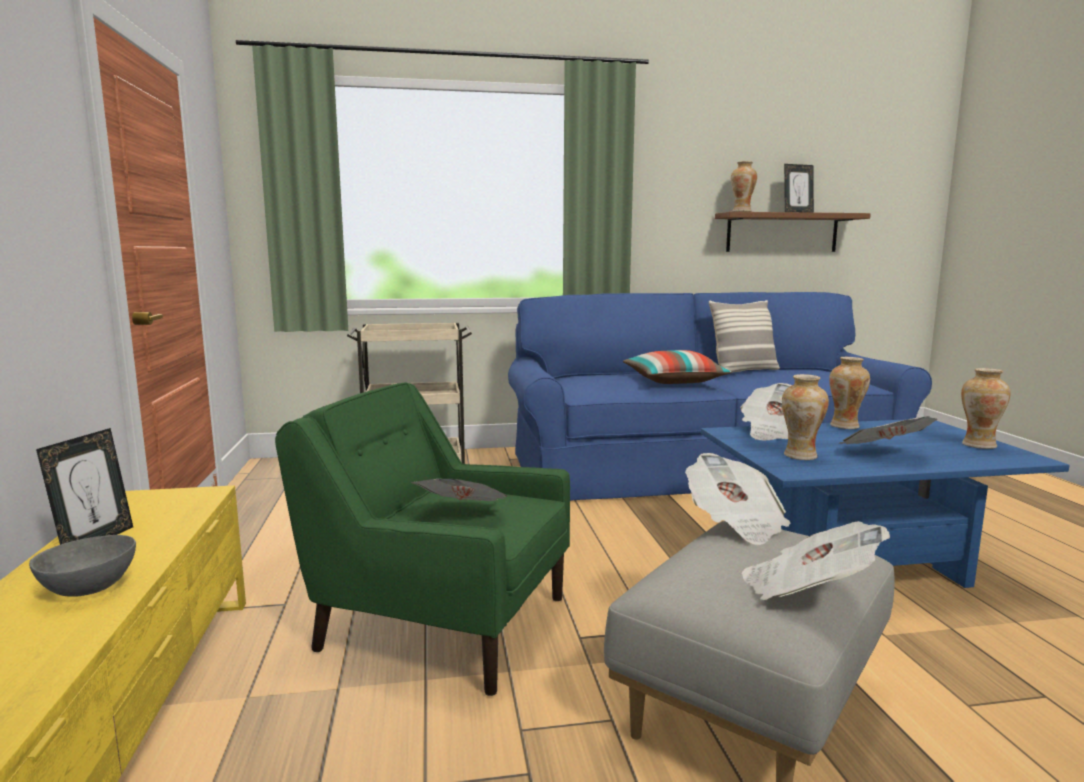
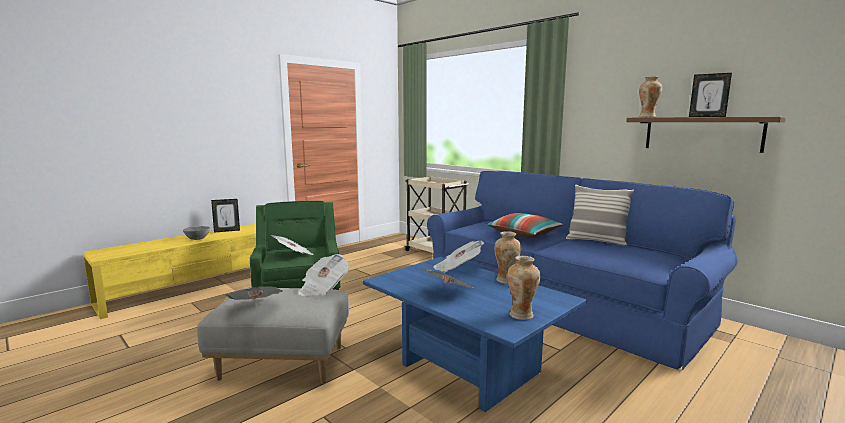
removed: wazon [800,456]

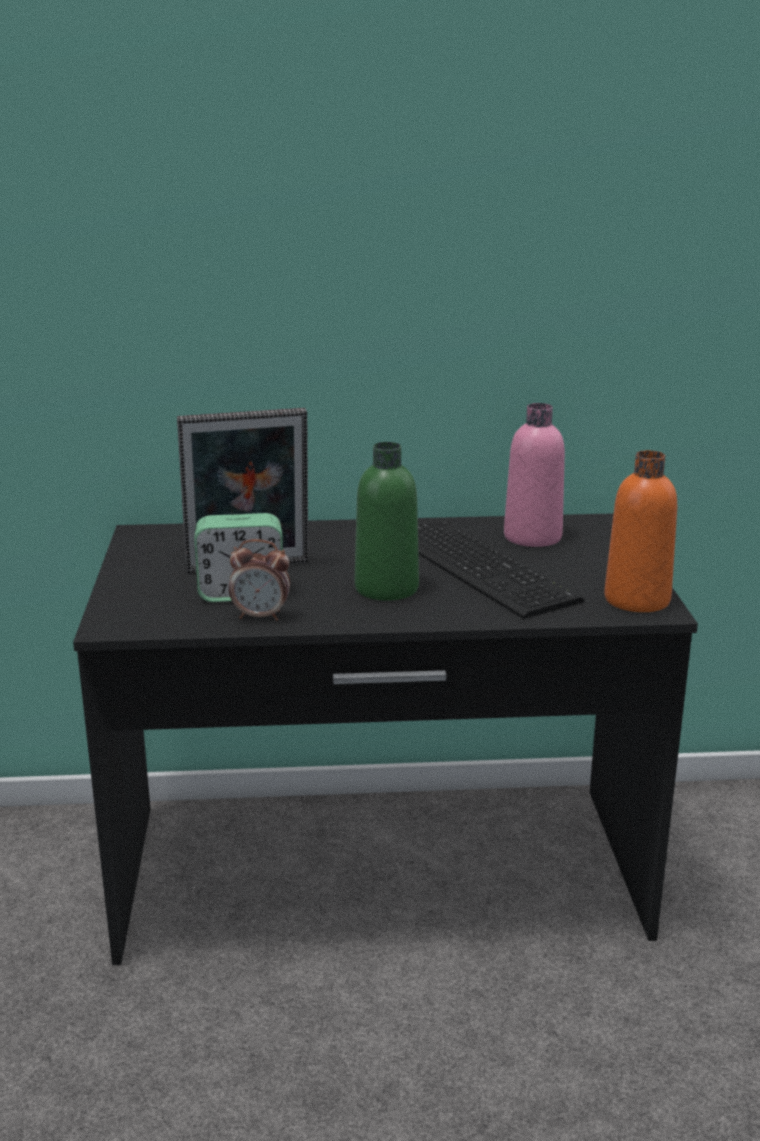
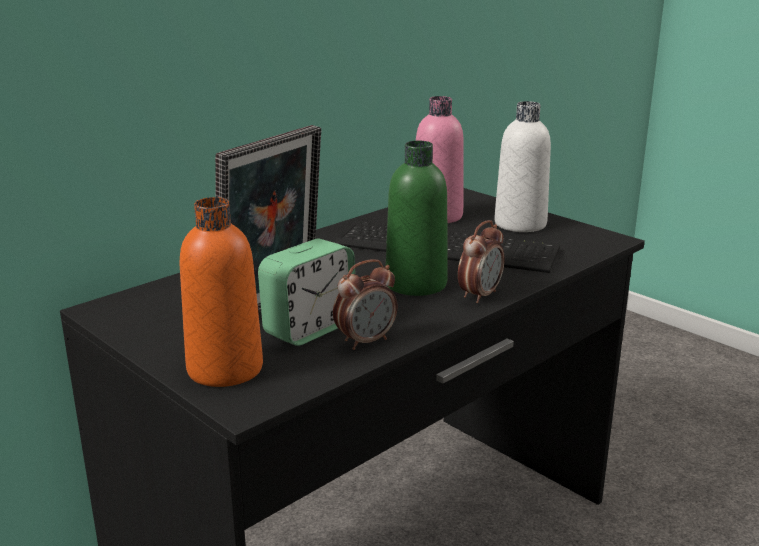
added: budzik [480,295]; butelka/biały [520,224]
moved: butelka/pomarańczowy [637,600] to [225,369]

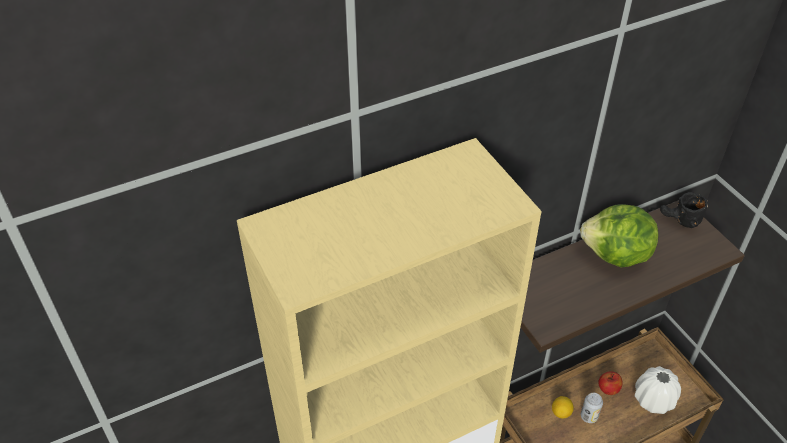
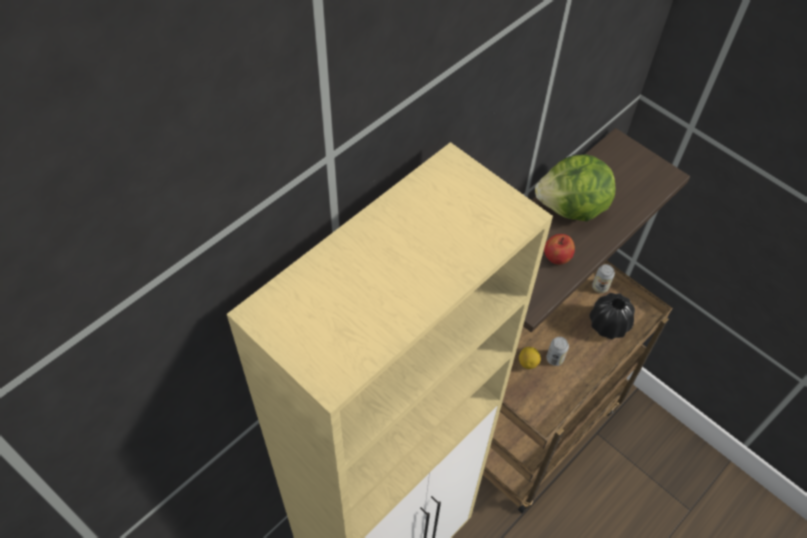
removed: kubek/czarny [679,221]
added: puszka [600,287]
moved: jabłko [608,389] to [556,258]
recoloured: wazon/biały [653,400] to wazon/czarny [608,325]

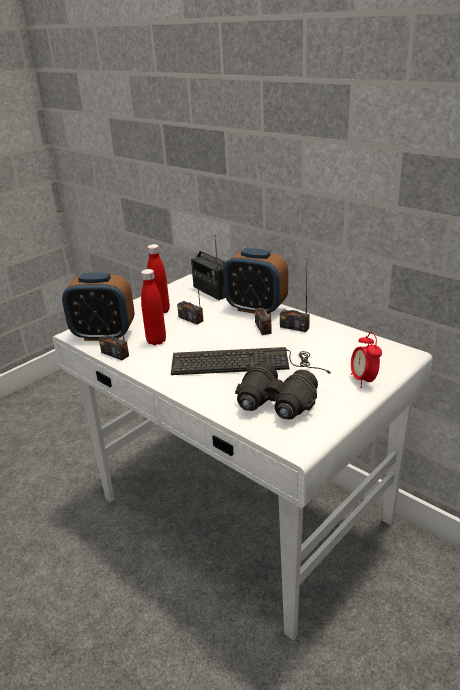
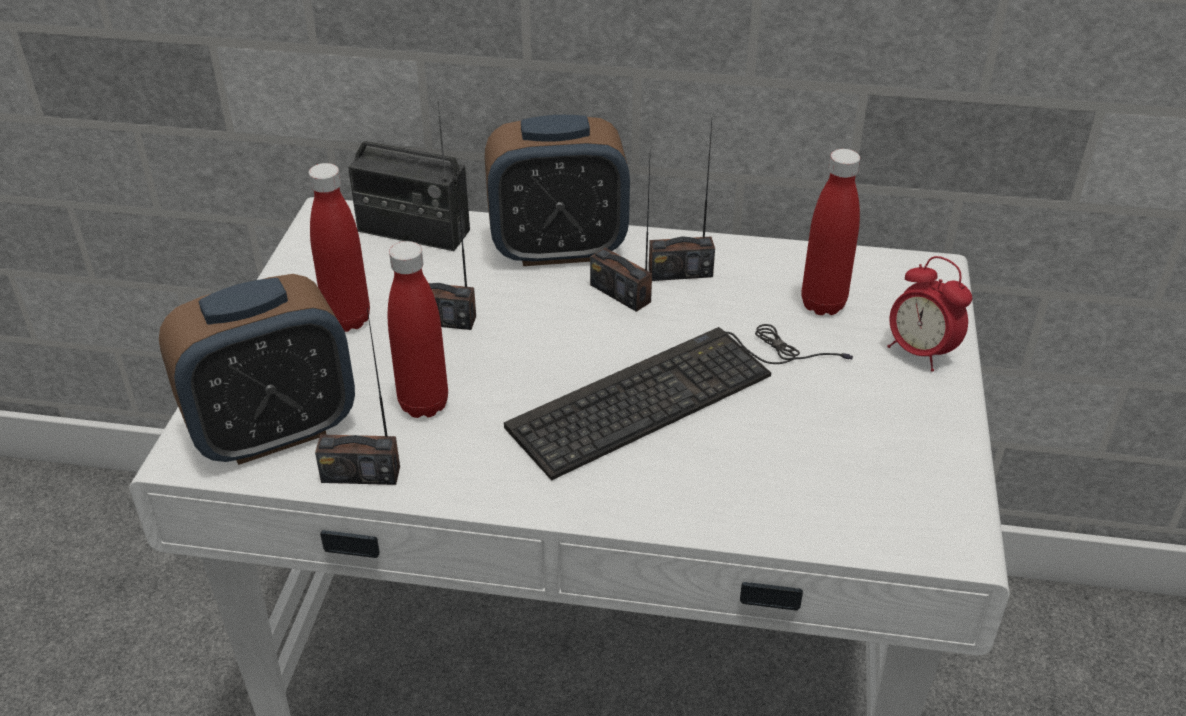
removed: lornetka/czarny [275,405]
added: butelka/czerwony [823,304]

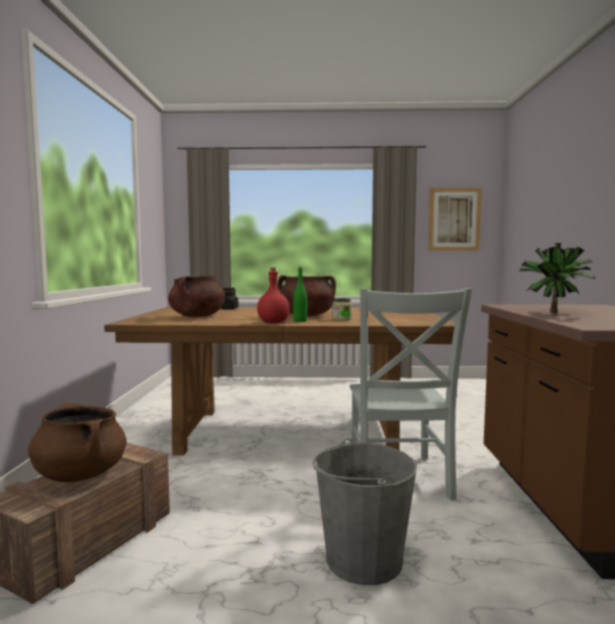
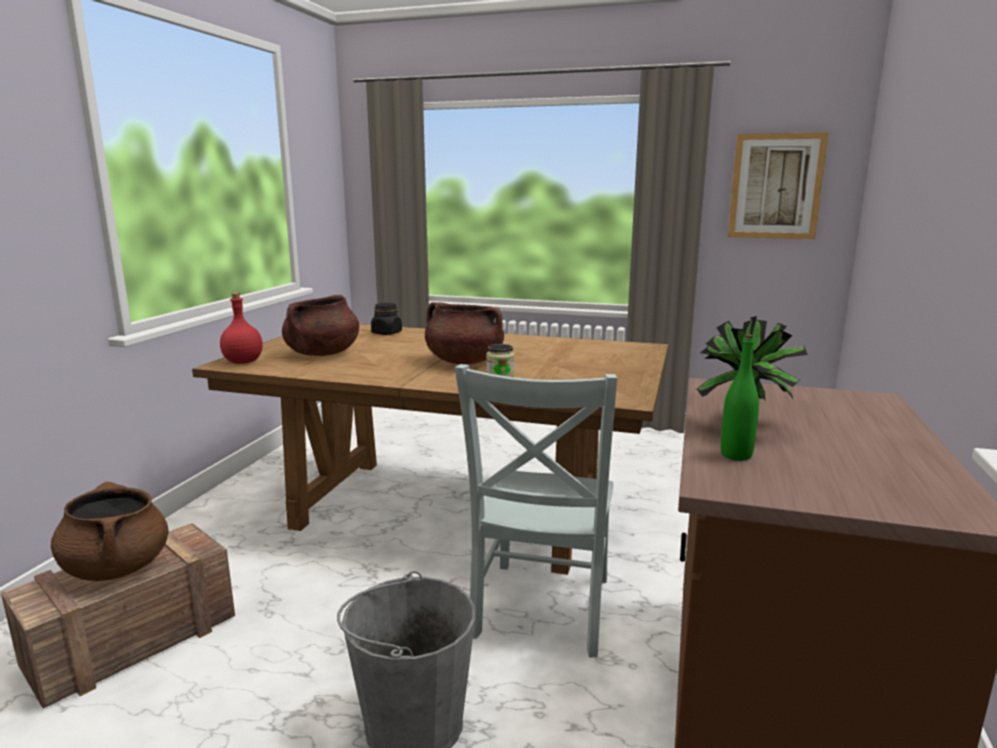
moved: butelka/czerwony [272,323] to [242,362]; butelka/zielony [300,321] to [736,455]

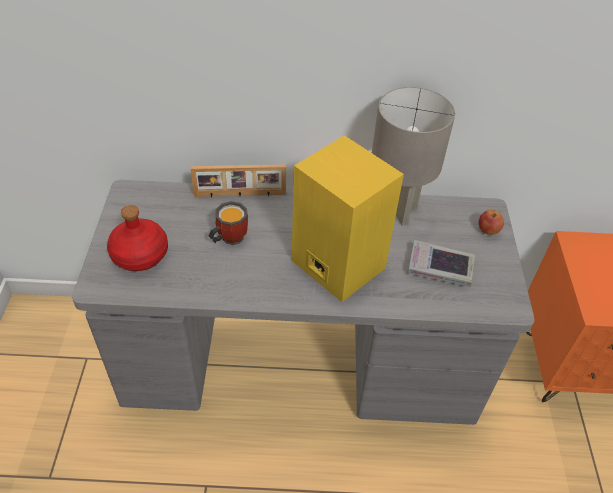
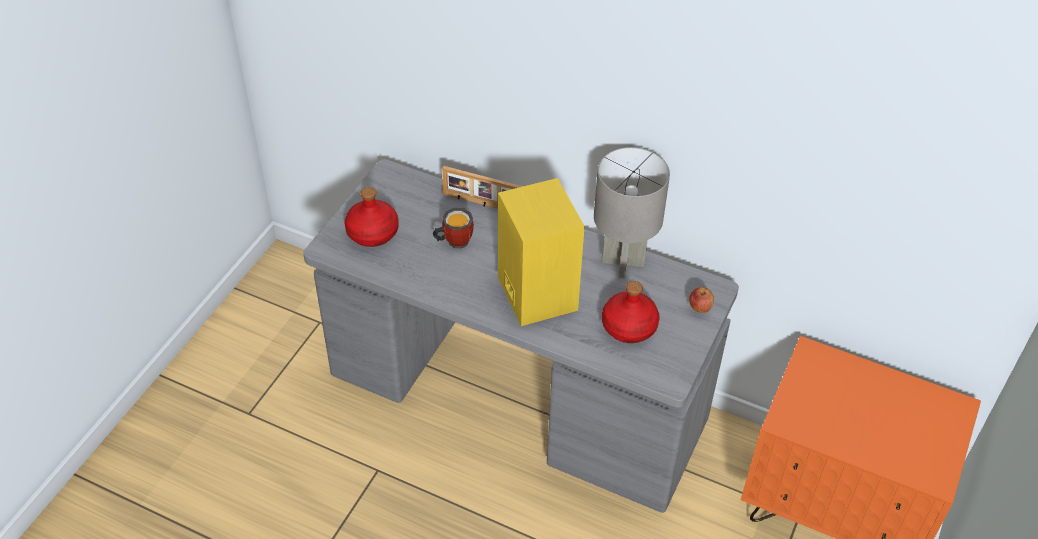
replaced: książka [440,267] to butelka/czerwony [629,326]

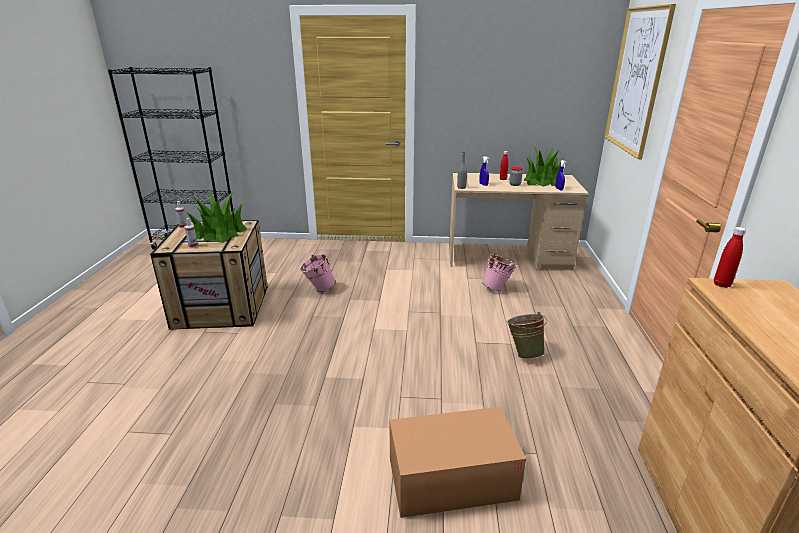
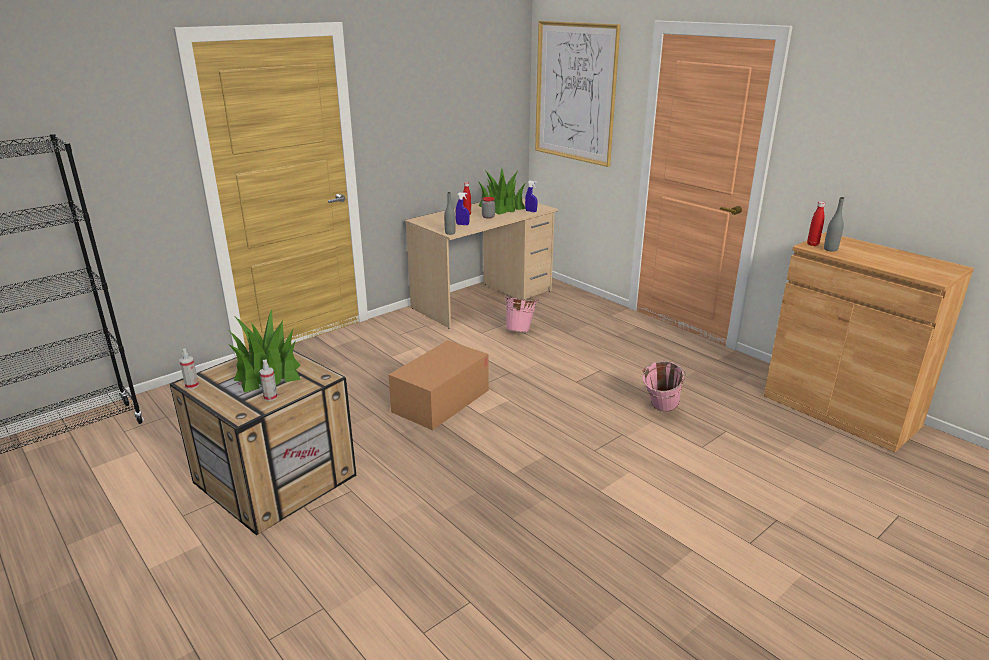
removed: wiadro/zielony [523,353]
added: butelka/szary [830,249]
moved: wiadro/różowy [318,289] to [660,410]; karton [451,479] to [441,401]

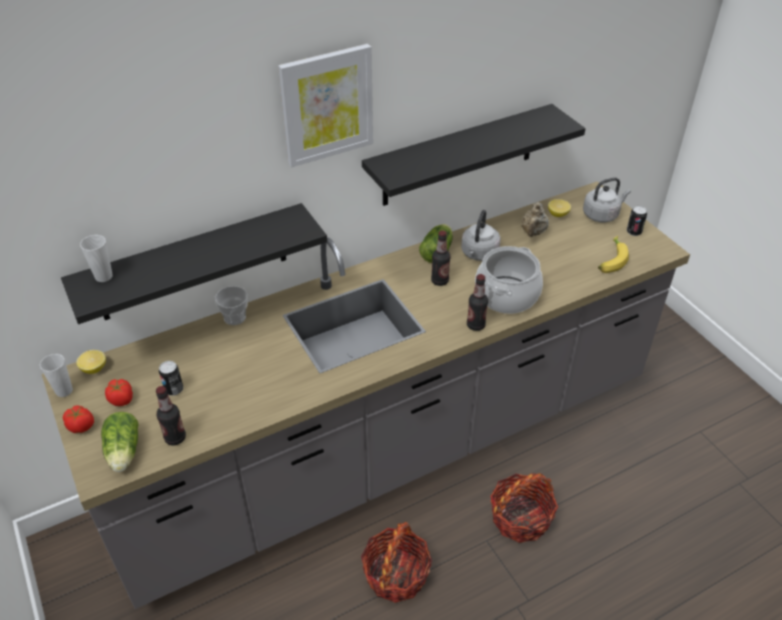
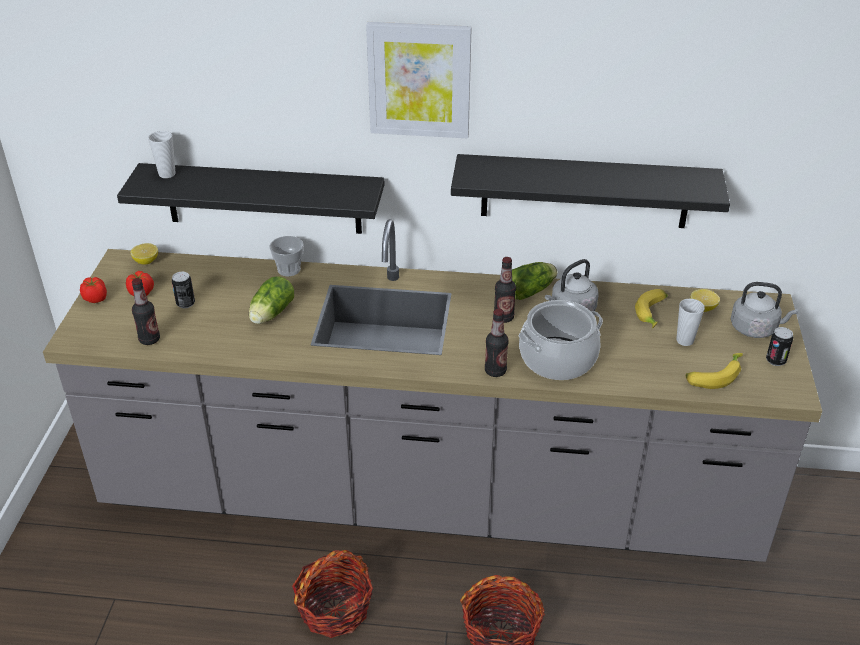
moved: filiżanka [64,391] to [684,340]; sałata [123,453] to [270,314]
replaced: imbryk/beżowy [533,232] to banan [653,314]

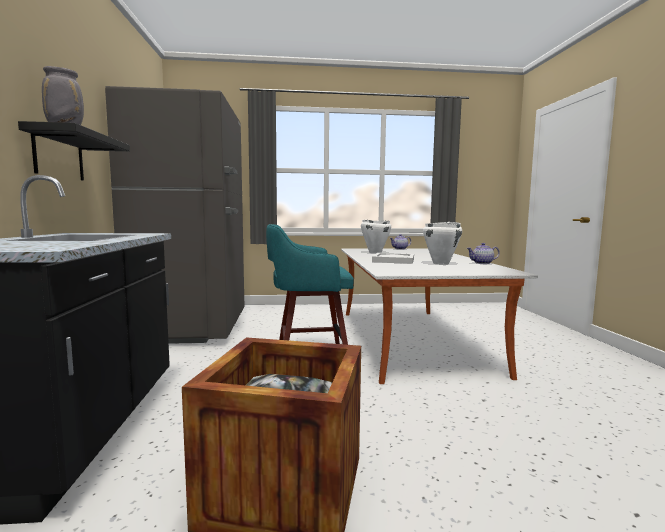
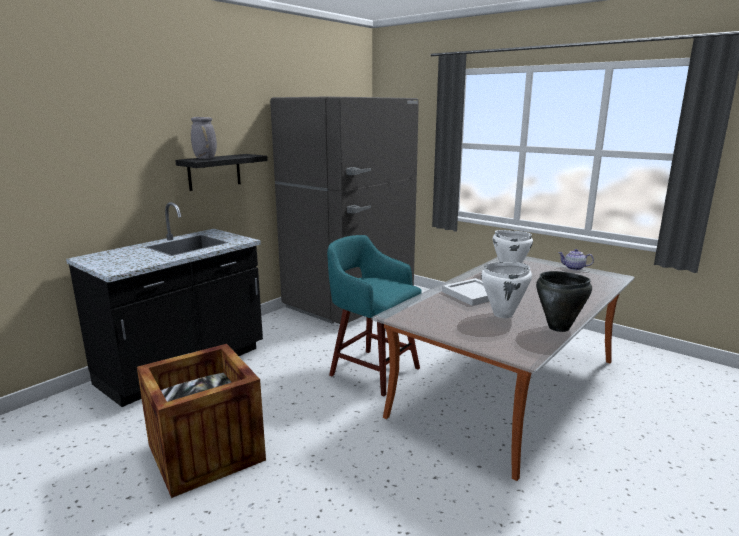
replaced: imbryk [482,263] to garnek/czarny [559,328]

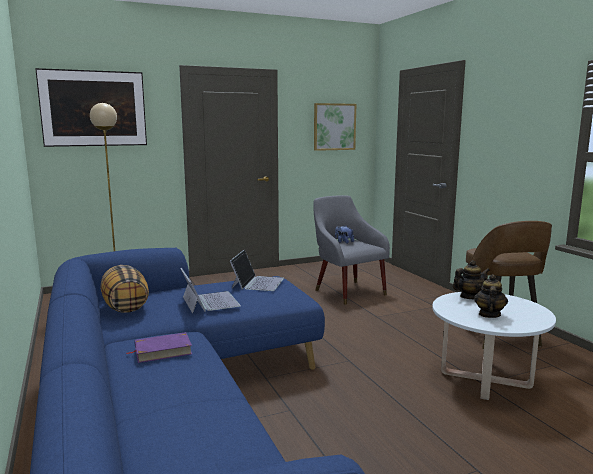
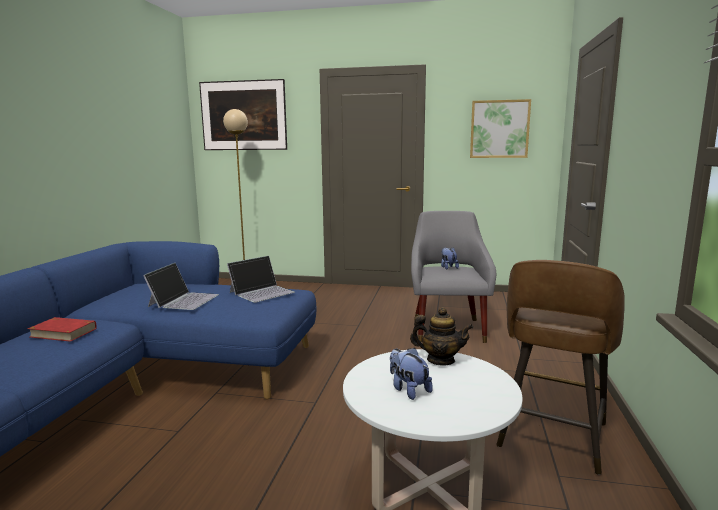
removed: poduszka [125,307]
replaced: imbryk [489,314] to pluszak [408,390]
recoloured: książka/fioletowy [163,351] to książka/czerwony [63,333]

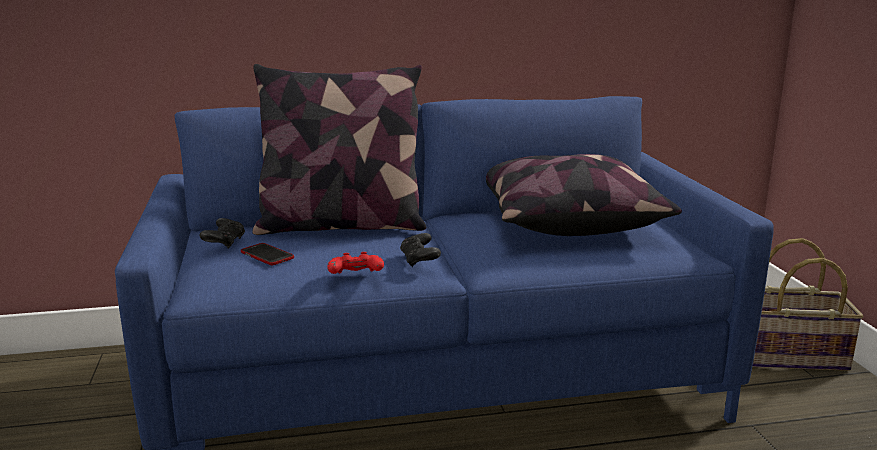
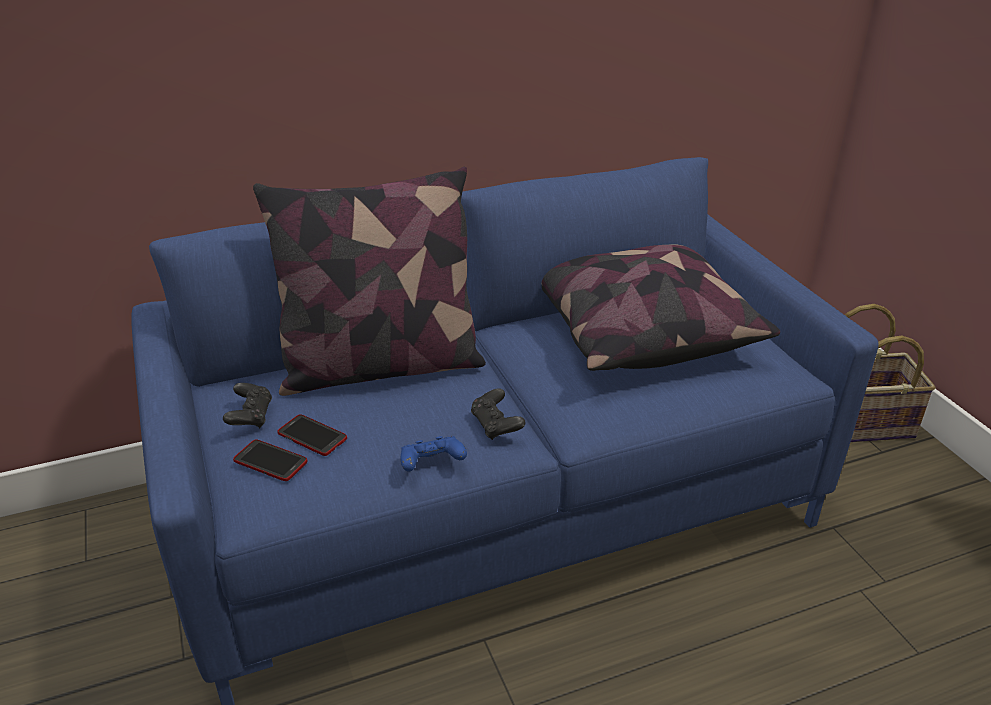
added: telefon [270,461]
recoloured: pad do gier/czerwony [355,277] to pad do gier/niebieski [431,465]

